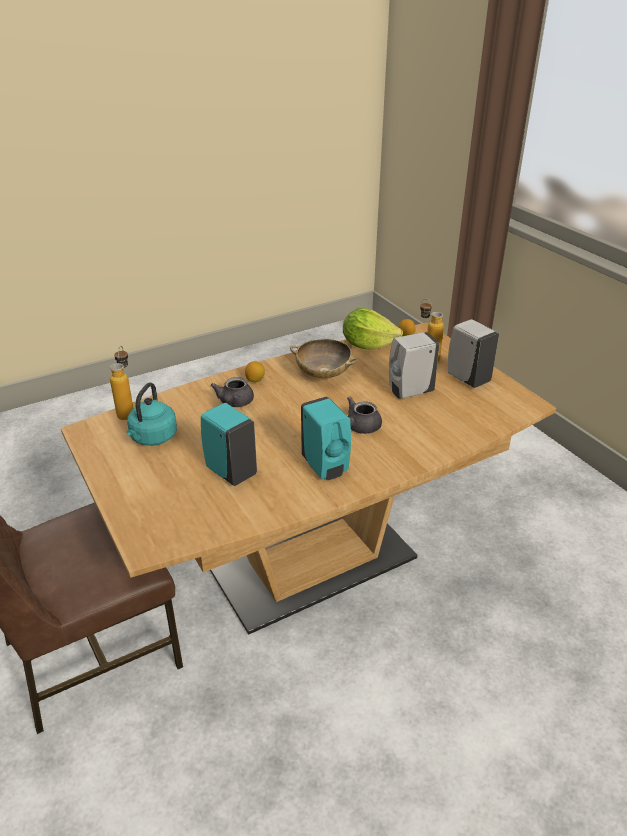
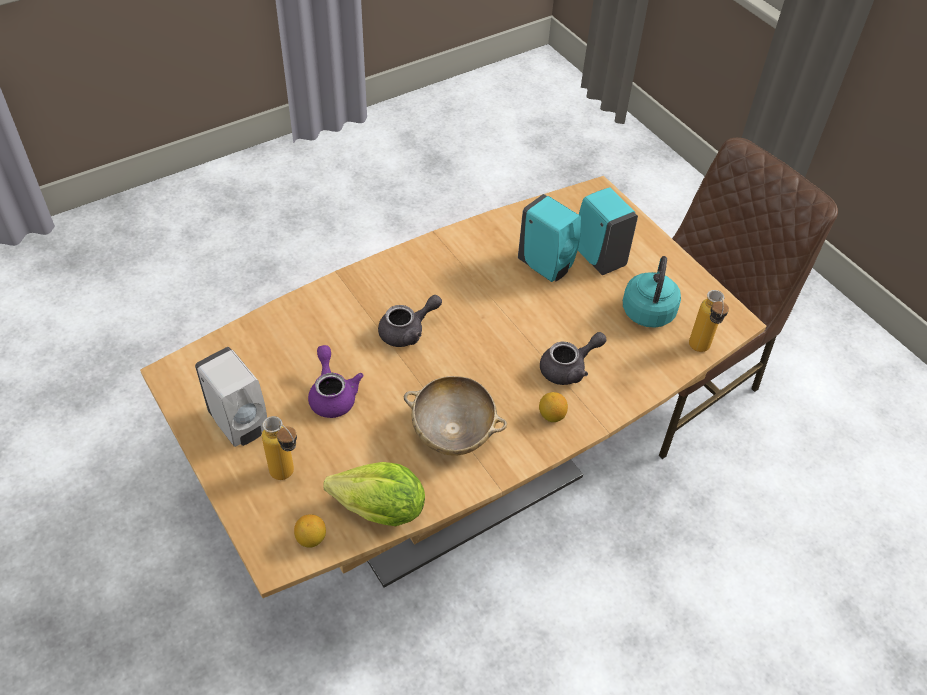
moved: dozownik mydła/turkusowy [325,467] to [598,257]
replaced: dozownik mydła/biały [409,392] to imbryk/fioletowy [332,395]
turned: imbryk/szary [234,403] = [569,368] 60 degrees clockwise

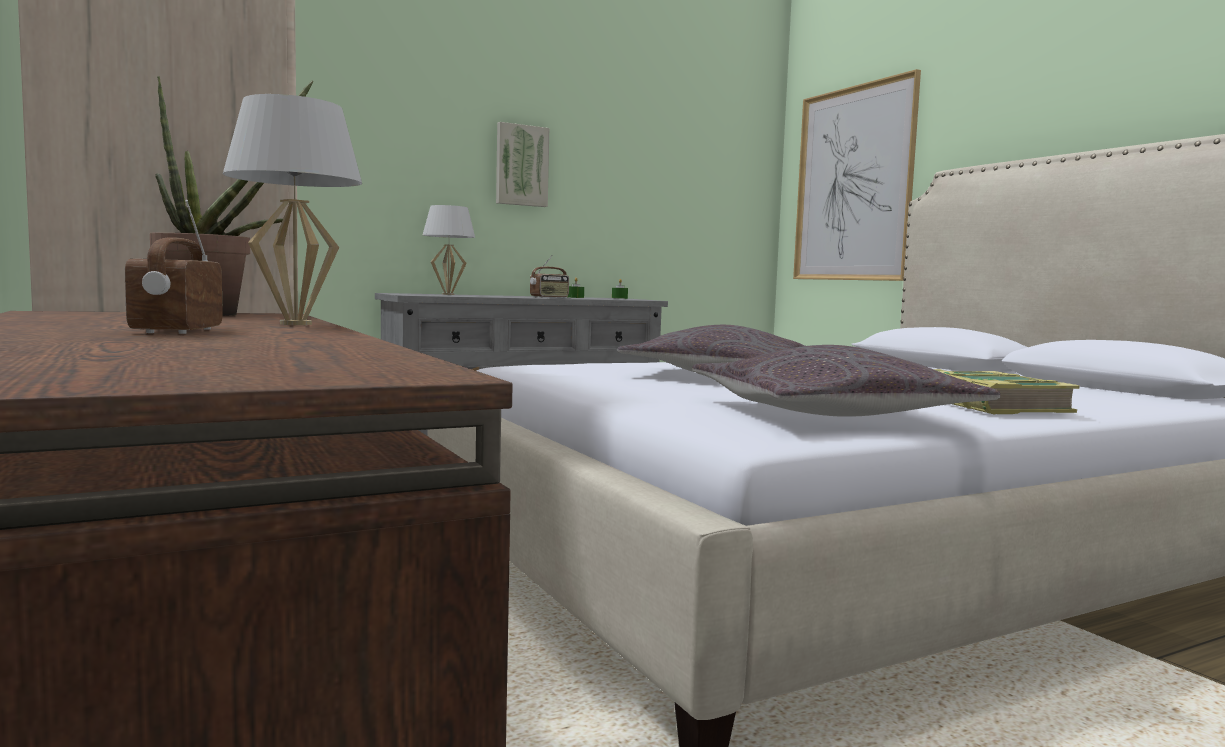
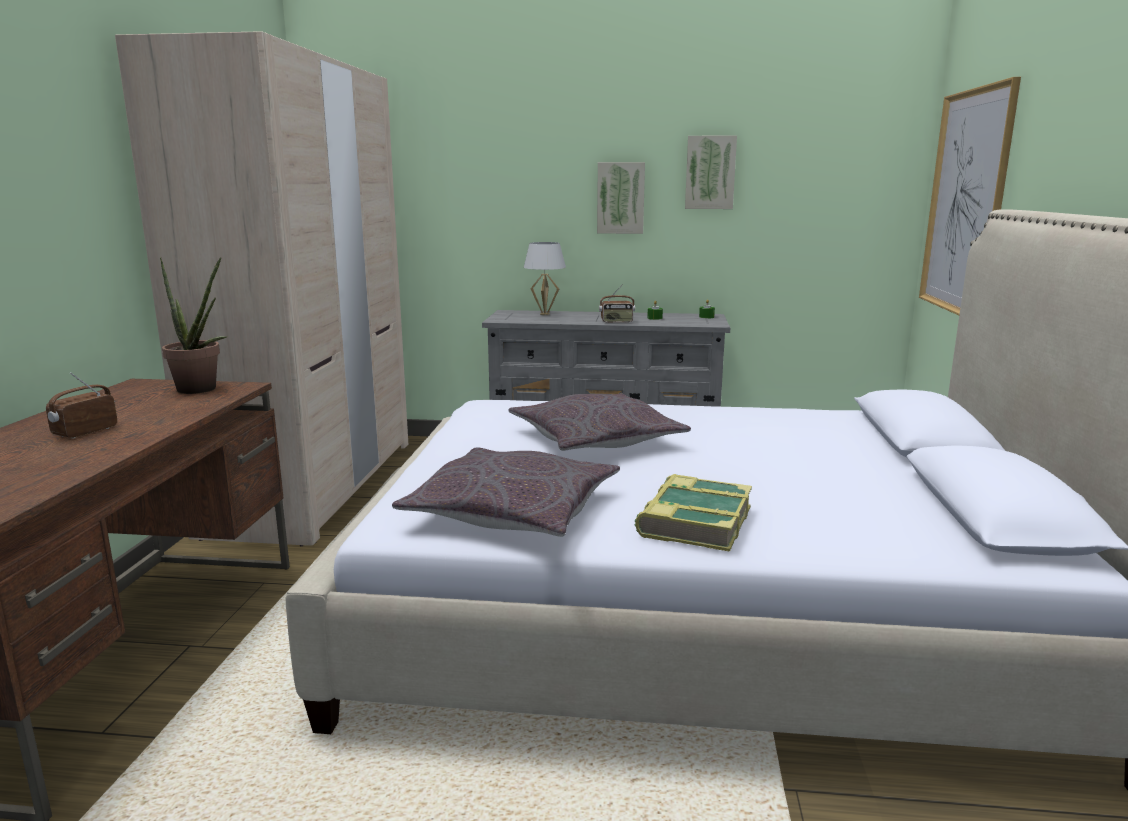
removed: lampa stołowa/biały [295,324]
added: obraz [710,172]

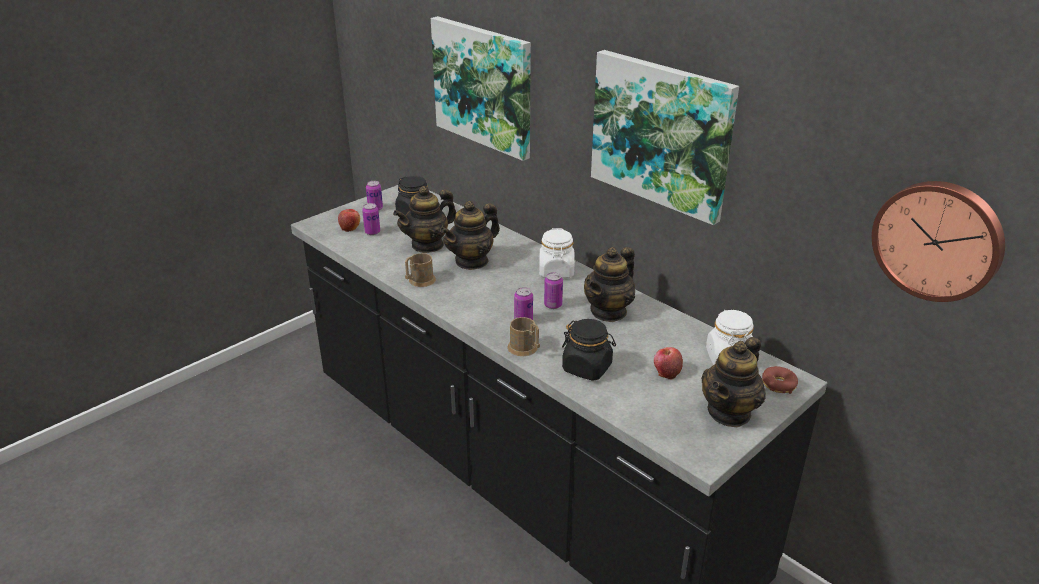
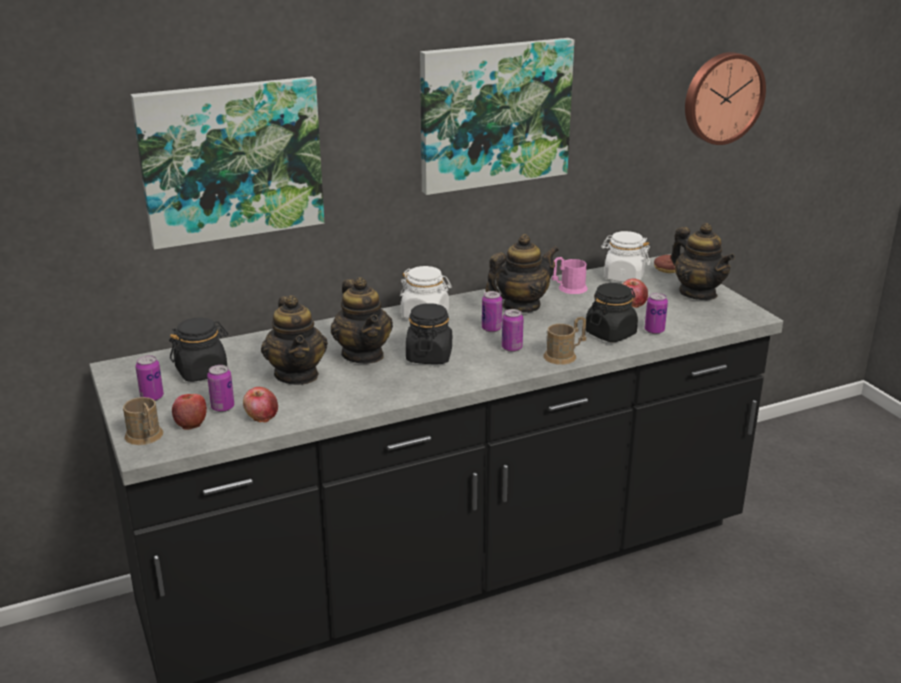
added: jabłko [261,416]; słoik/czarny [429,356]; kubek/różowy [569,288]; puszka [654,330]
moved: kubek/brązowy [419,281] to [146,437]
turned: imbryk [608,311] = [521,306] 90 degrees counterclockwise

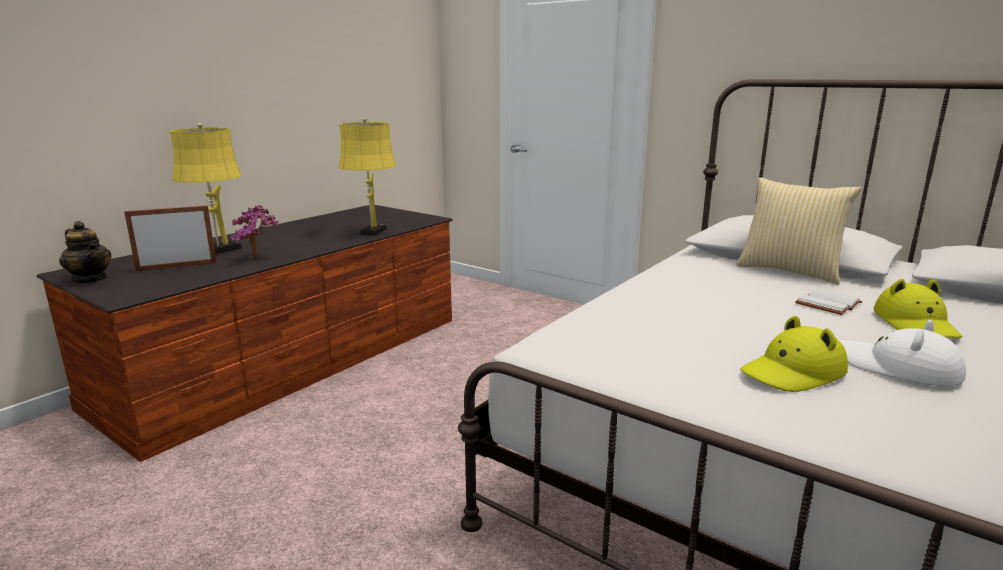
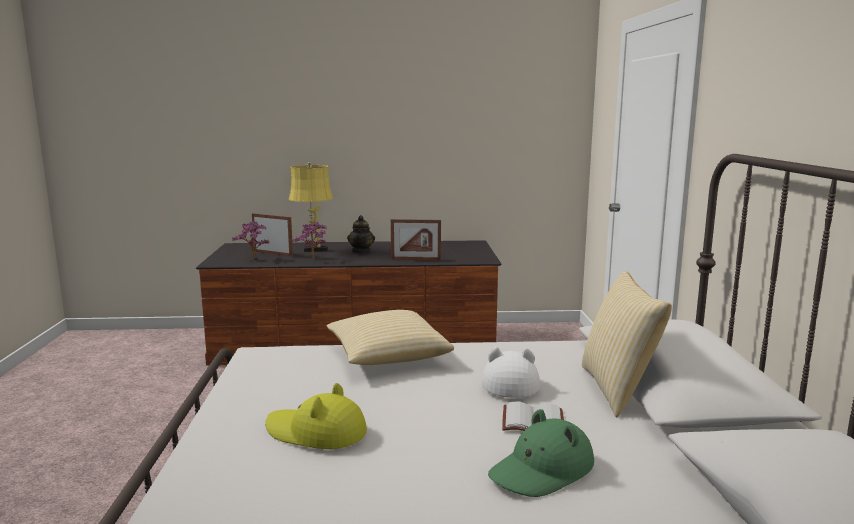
added: roślina doniczkowa [253,259]; poduszka [387,357]
moved: imbryk [91,279] to [361,251]; kapelusz/biały [897,367] to [509,382]
replaced: lampa stołowa/żółty [372,232] to ramka na zdjęcie [416,259]
recoloured: kapelusz/żółty [916,324] to kapelusz/zielony [542,470]

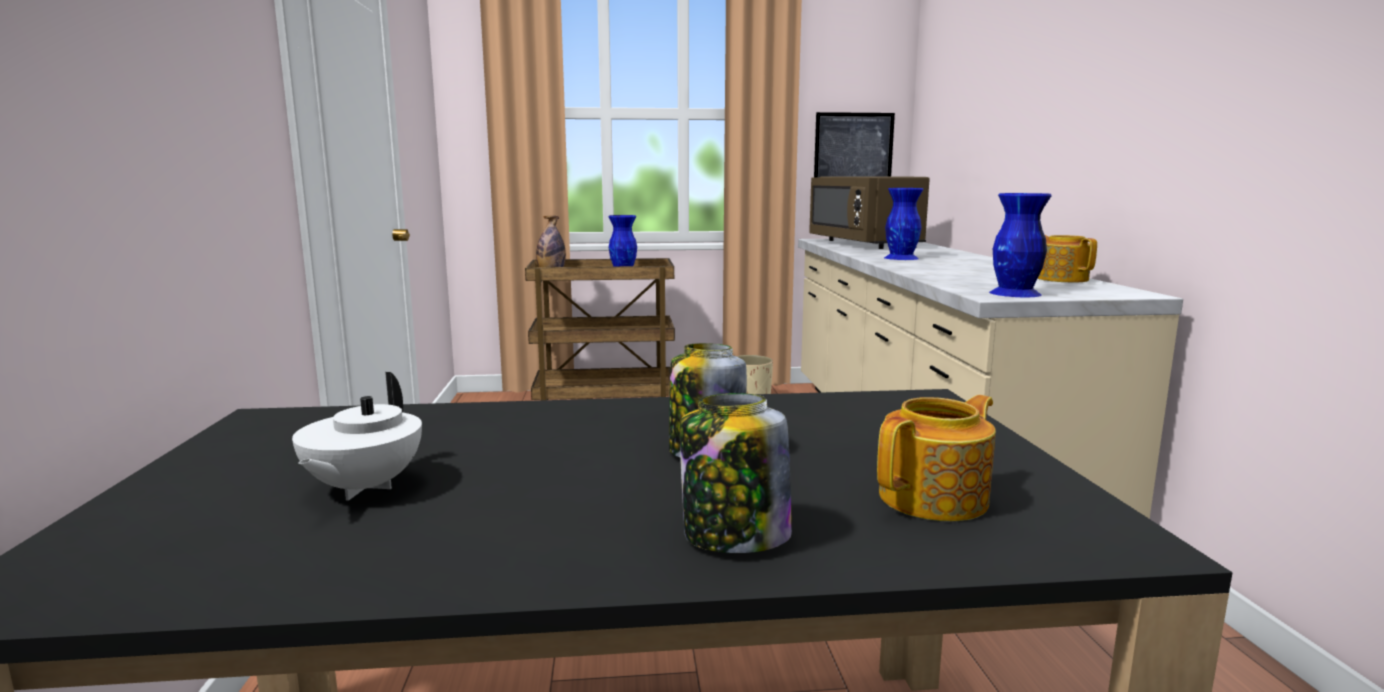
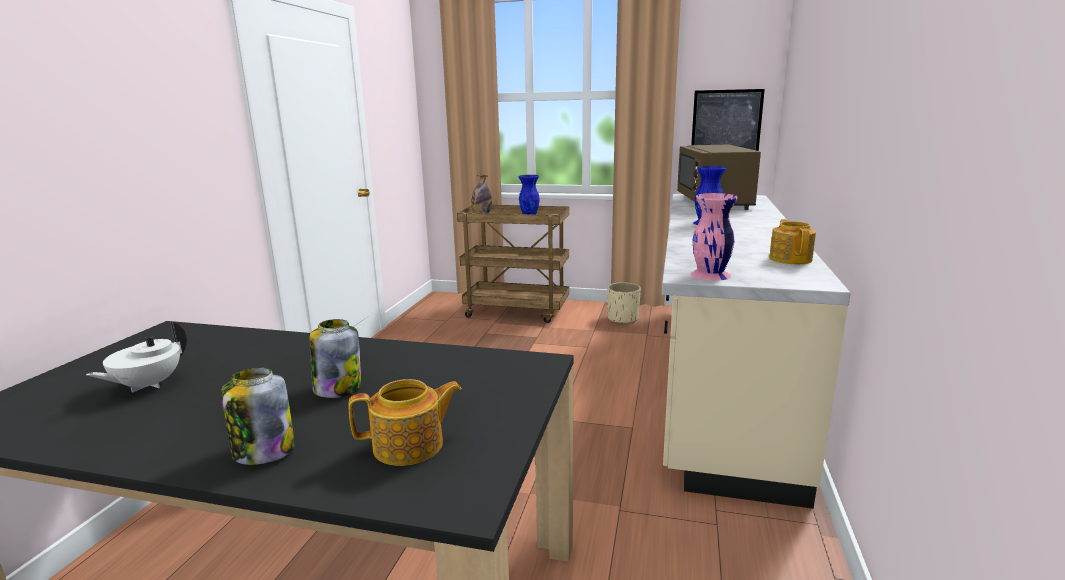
recoloured: wazon/niebieski [1014,293] to wazon/różowy [710,275]

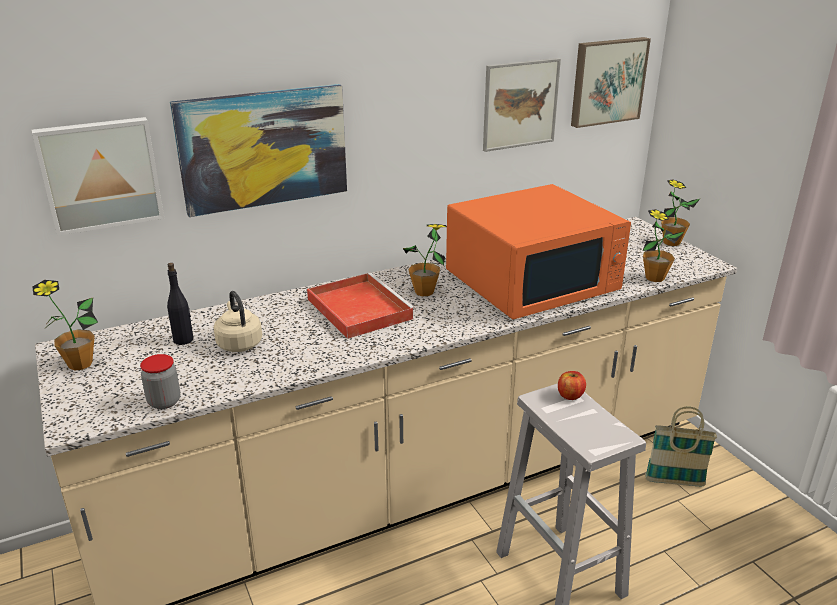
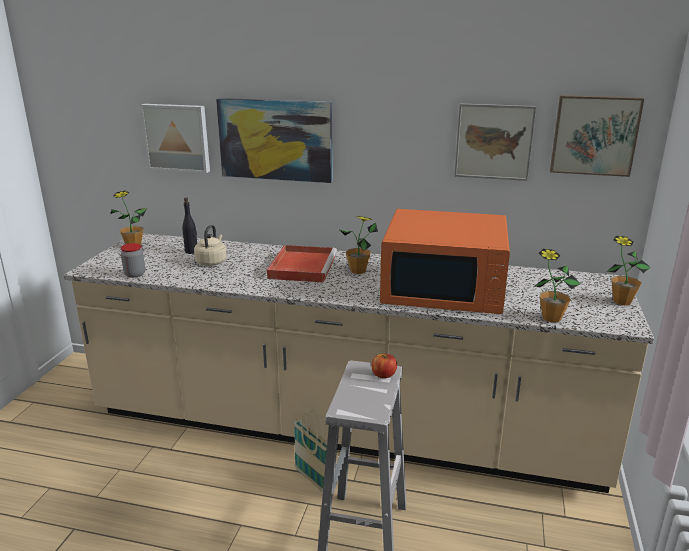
moved: koszyk [674,482] to [313,480]

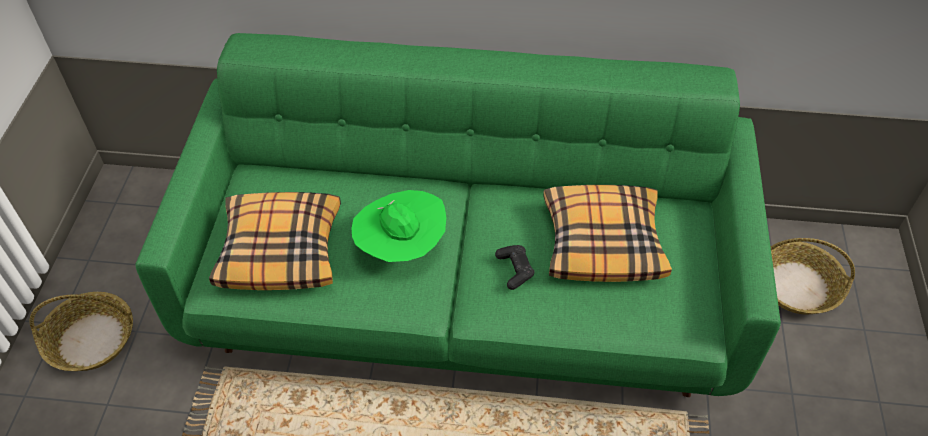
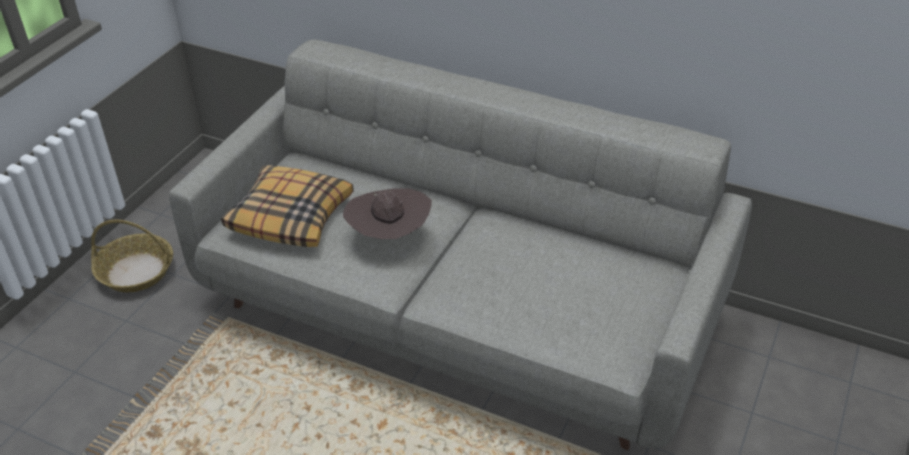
removed: pad do gier/czarny [515,270]; poduszka [602,242]; koszyk [796,286]
recoloured: kanapa/zielony [464,291] to kanapa/szary [457,311]; kapelusz/zielony [401,247] to kapelusz/brązowy [389,236]

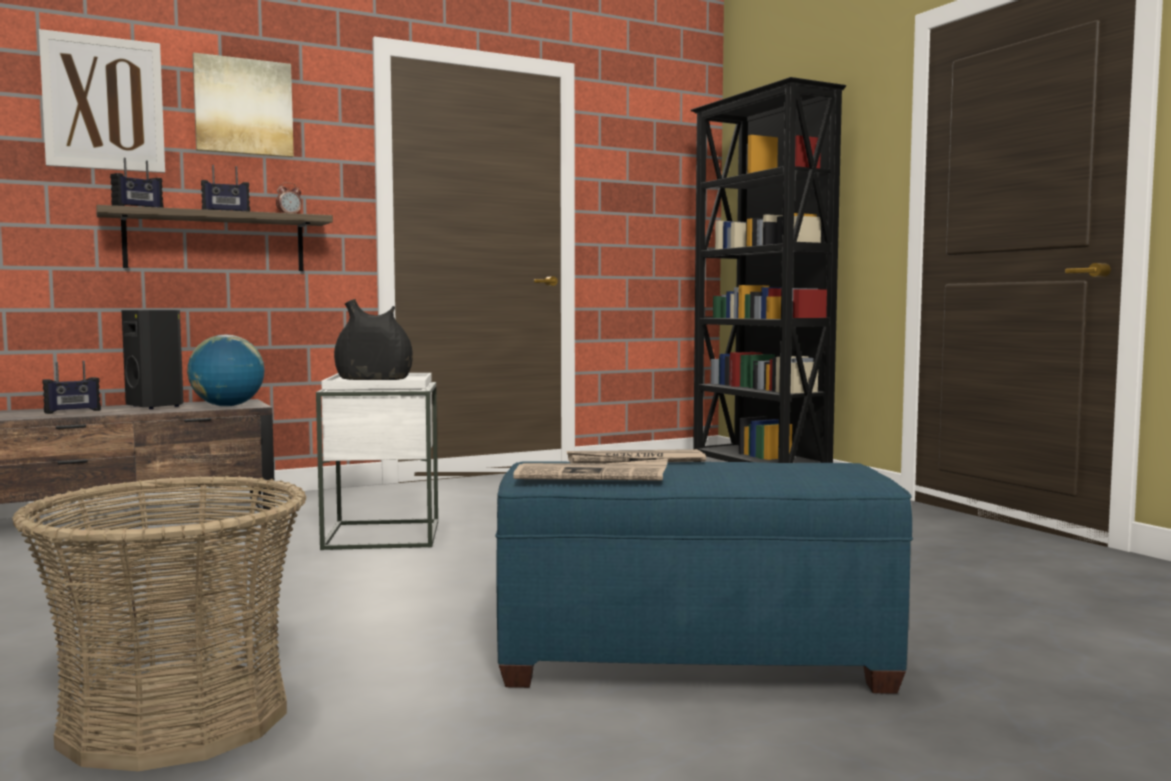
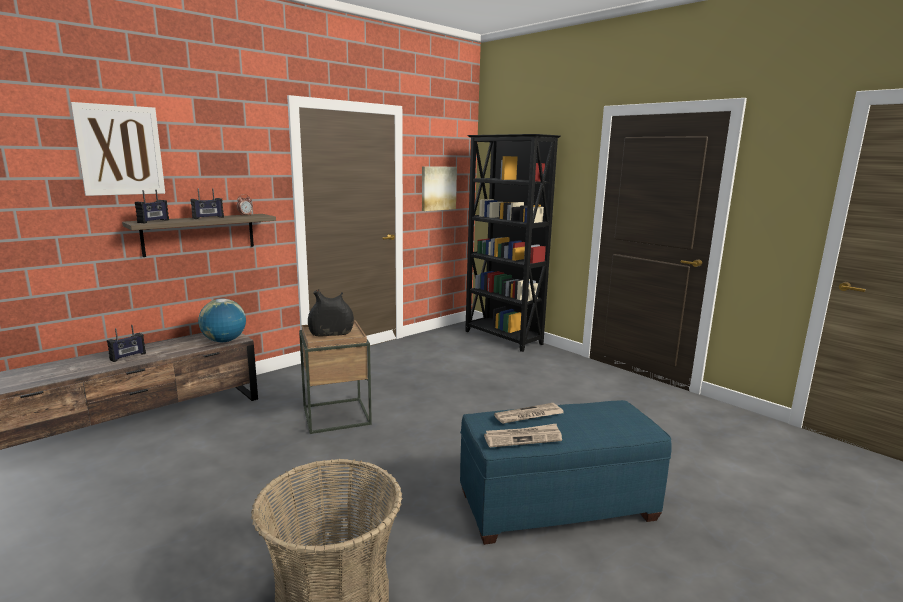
removed: głośnik/czarny [156,406]
moved: obraz [243,107] to [438,188]
recoloured: stolik/biały [382,535] to stolik/brązowy [336,415]

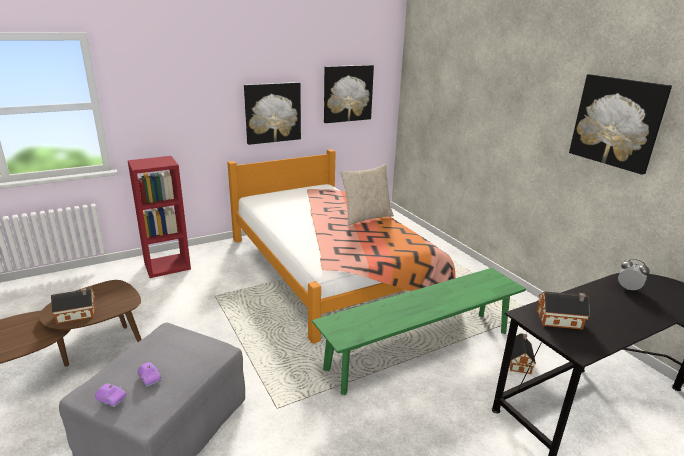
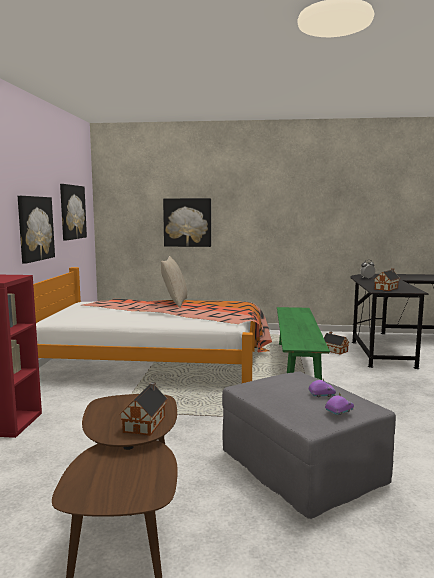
moved: obraz [617,122] to [187,222]

